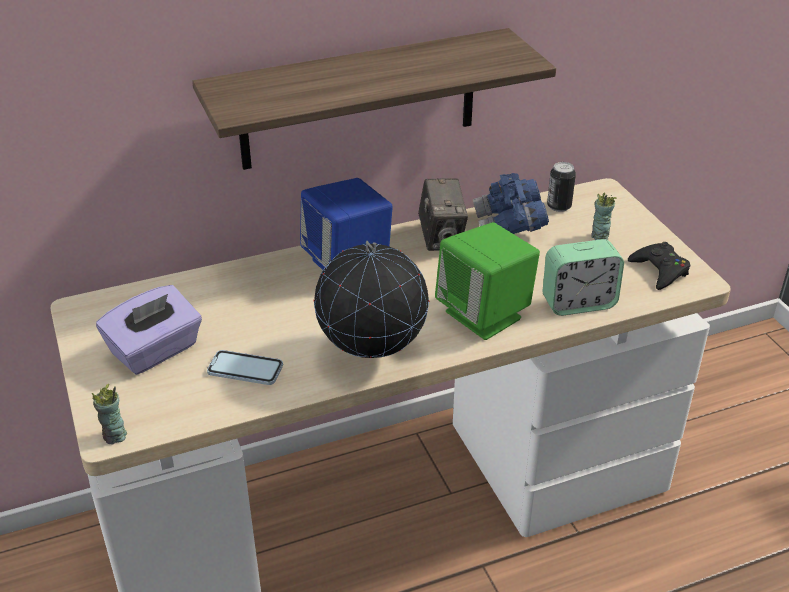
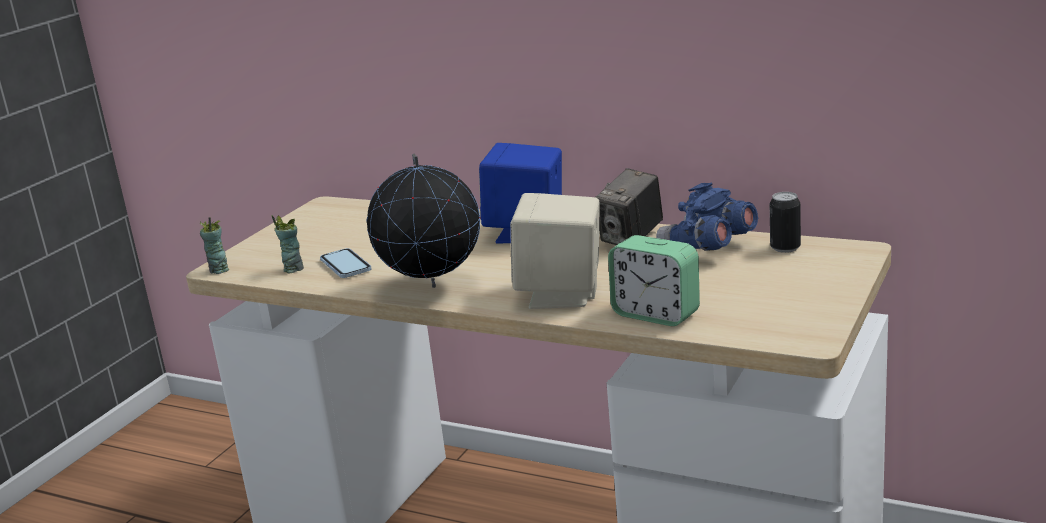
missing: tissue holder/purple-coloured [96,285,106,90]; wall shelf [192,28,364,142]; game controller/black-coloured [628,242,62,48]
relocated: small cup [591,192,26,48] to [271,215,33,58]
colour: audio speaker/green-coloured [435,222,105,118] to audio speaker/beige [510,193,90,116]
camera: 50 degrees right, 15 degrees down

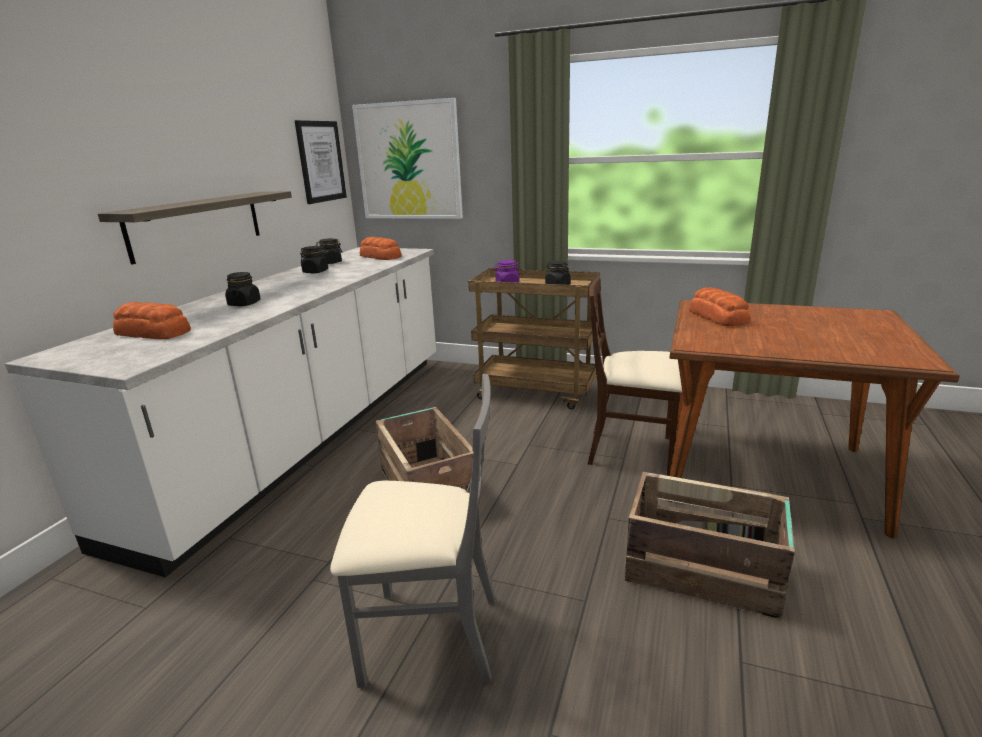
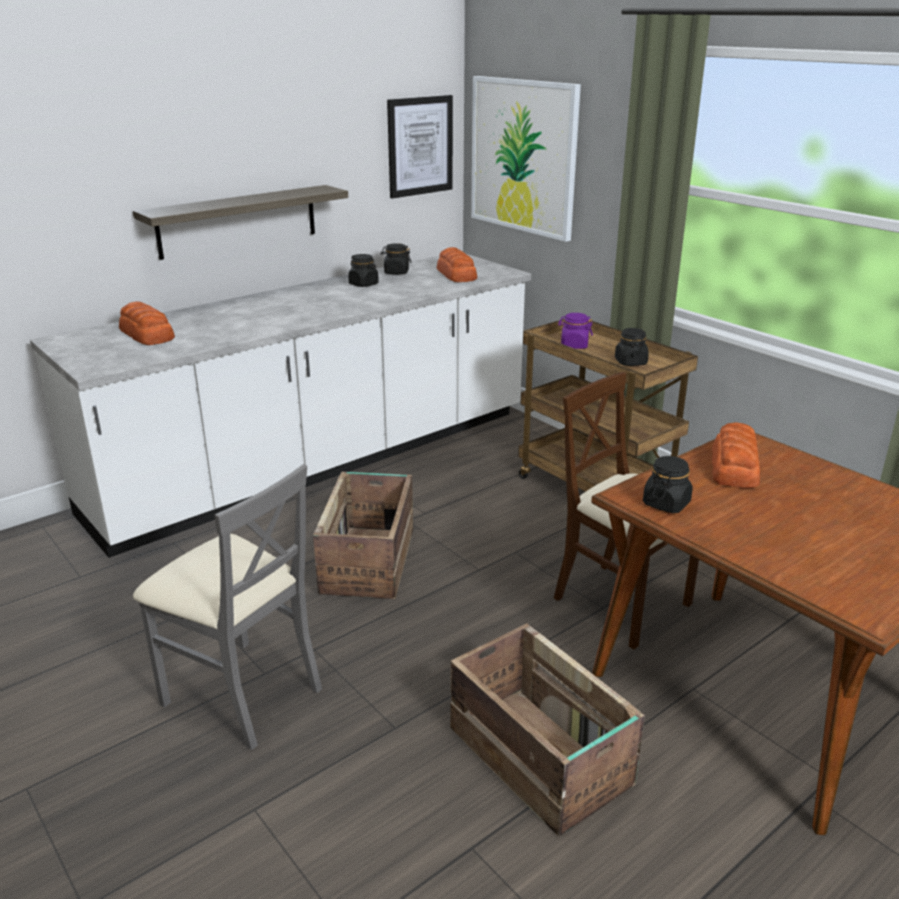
relocated: jar/black-coloured [225,272,36,34] to [643,456,50,57]
camera: 30 degrees right, 5 degrees up

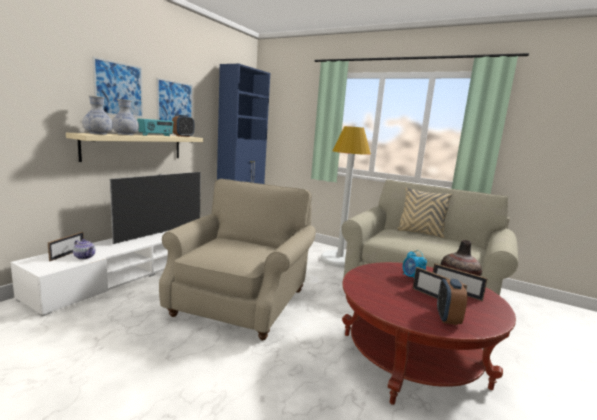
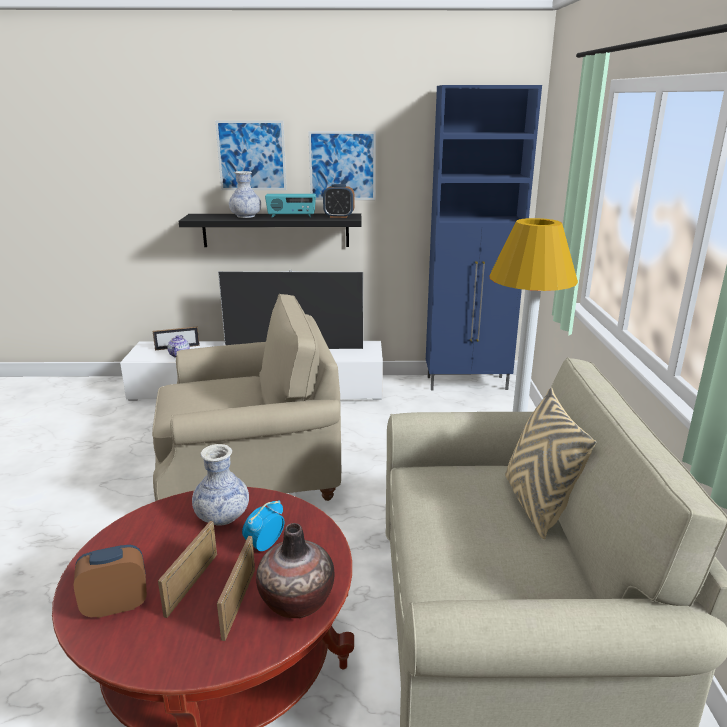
relocated: flower vase [82,96,31,39] to [192,444,57,82]
colour: wall shelf/beige [66,133,137,29] to wall shelf/black-coloured [179,213,183,34]
camera: 60 degrees right, 10 degrees up

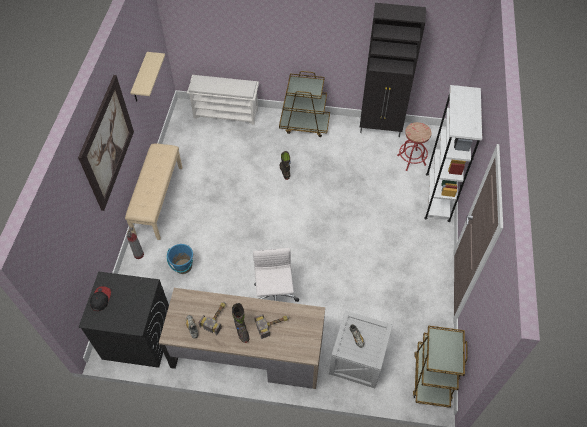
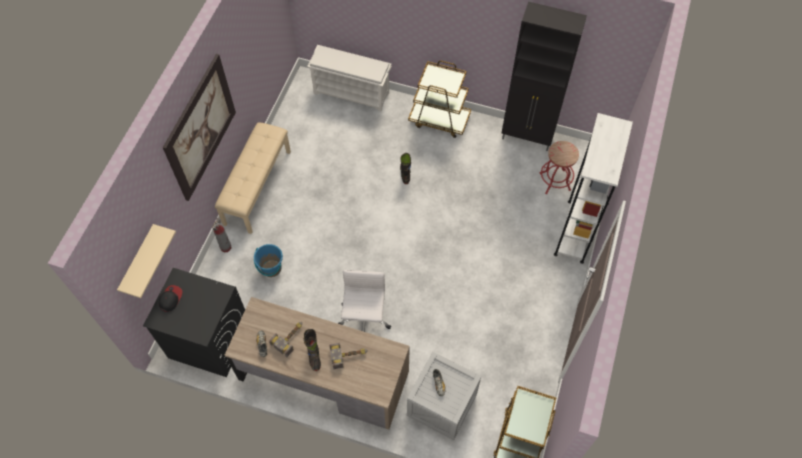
relocated: wall shelf/beige [130,52,35,49] to [117,224,59,74]
camera: 10 degrees right, 5 degrees up

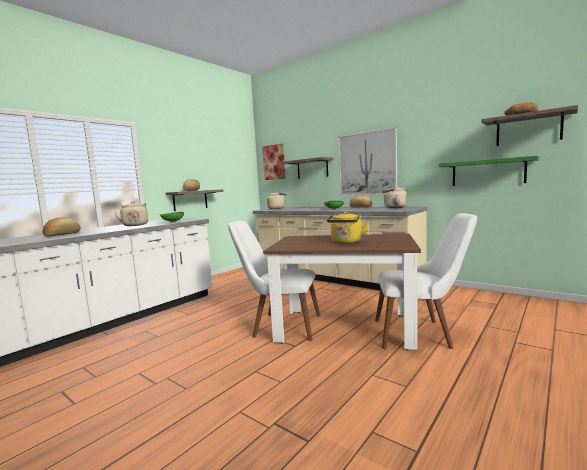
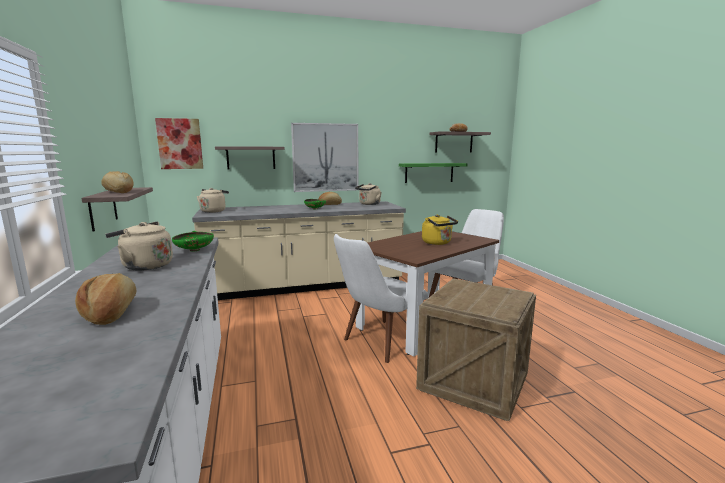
appeared: packing crate [416,278,120,143]
camera: 55 degrees left, 5 degrees up

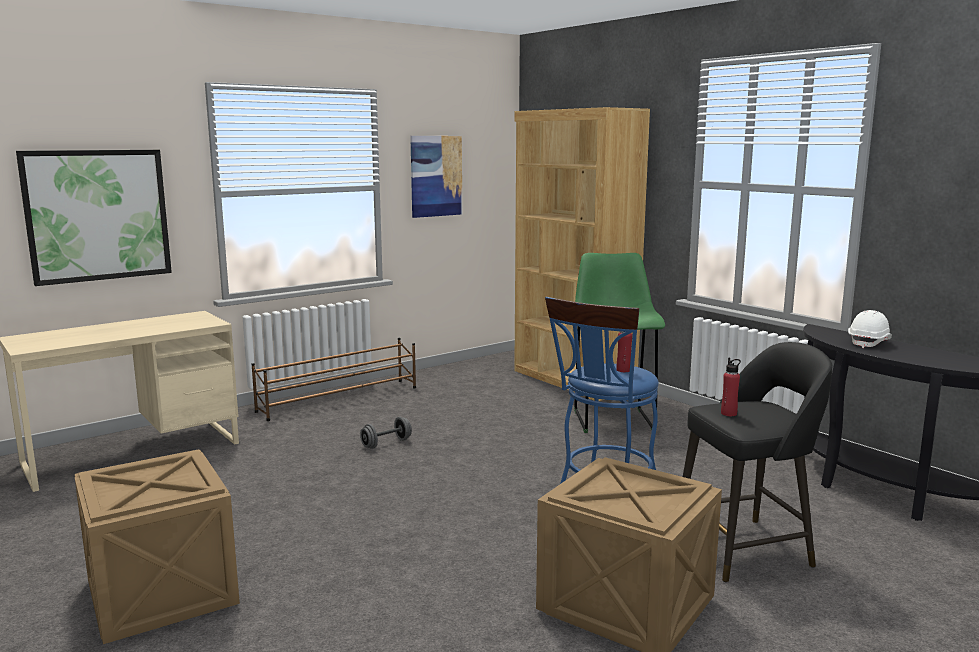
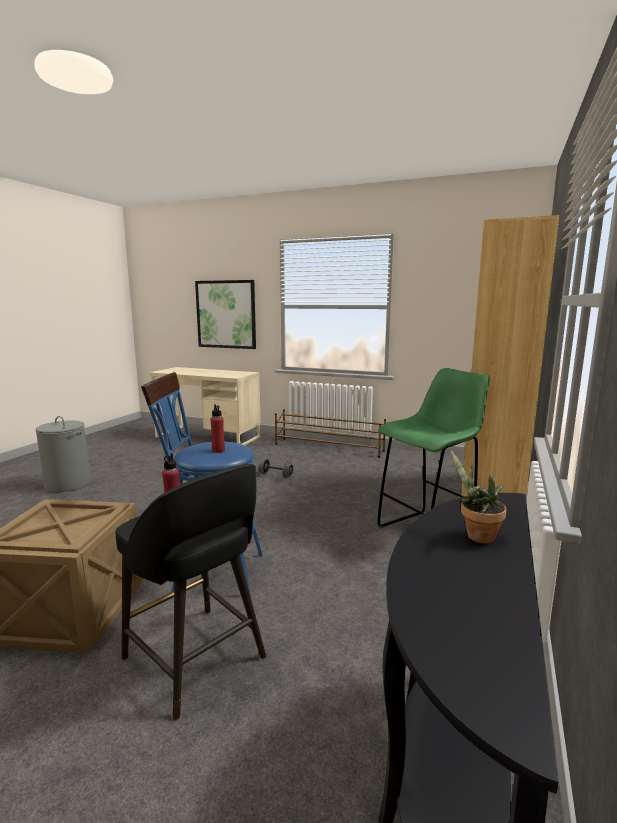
missing: wall picture [410,136,52,82]
exchanged: packing crate [75,450,165,194] to laundry basket/gray [35,416,55,76]; hard hat/whitish [848,310,44,38] to potted plant [451,451,56,93]
camera: 60 degrees right, 0 degrees up

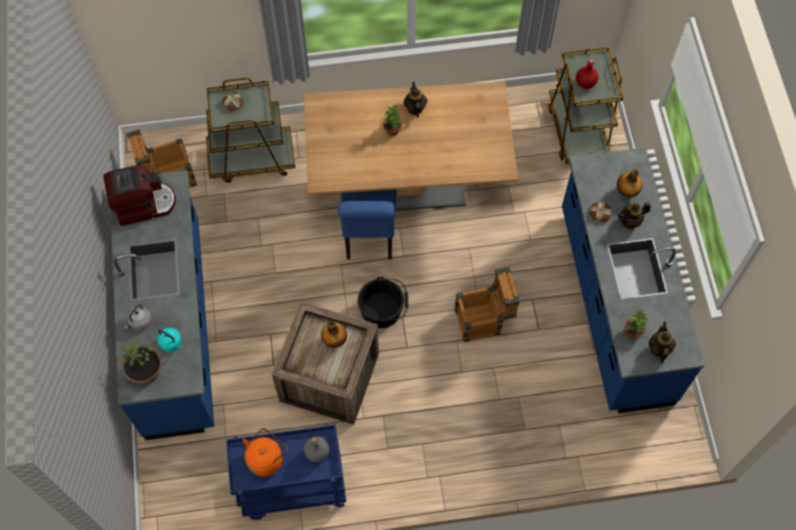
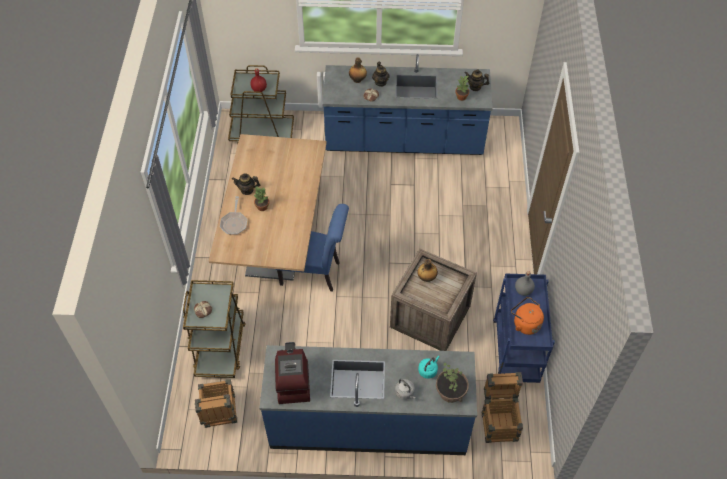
missing: water bucket/black-coloured [358,277,51,51]
appeared: pan [220,196,27,39]
relocated: packing crate [455,266,65,76] to [482,372,41,71]
camera: 80 degrees left, 10 degrees down

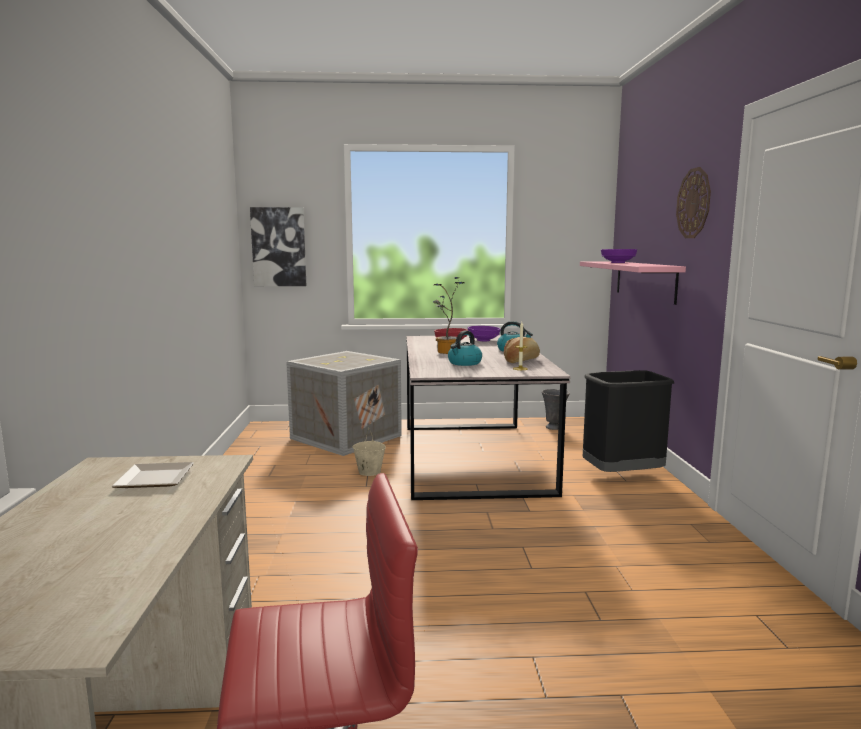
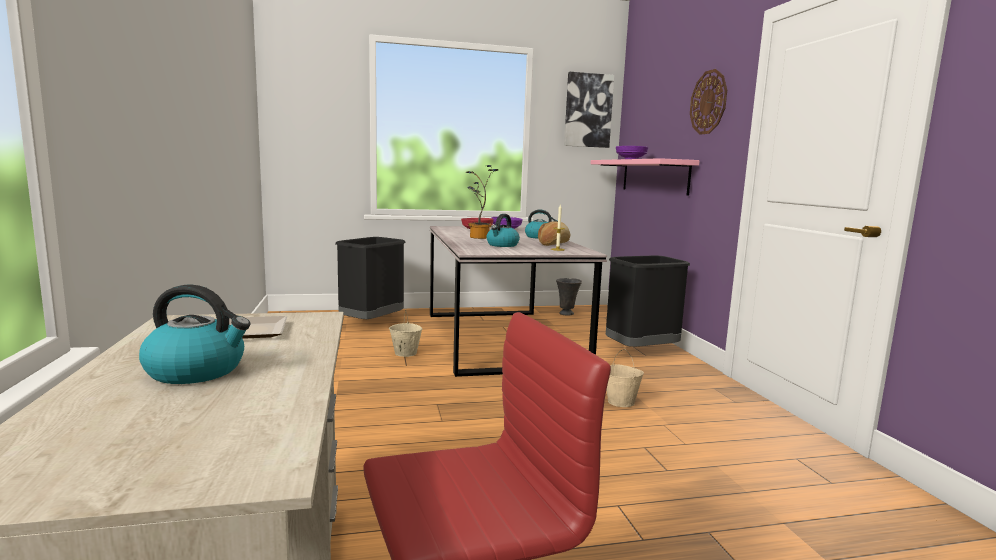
appeared: tea kettle [139,285,112,99]; water bucket/beige [607,349,37,58]
relocated: wall picture [250,207,56,79] to [564,72,50,76]
exchanged: packing crate [286,351,116,105] to waste bin/black-coloured [336,237,70,82]
camera: 10 degrees left, 0 degrees up

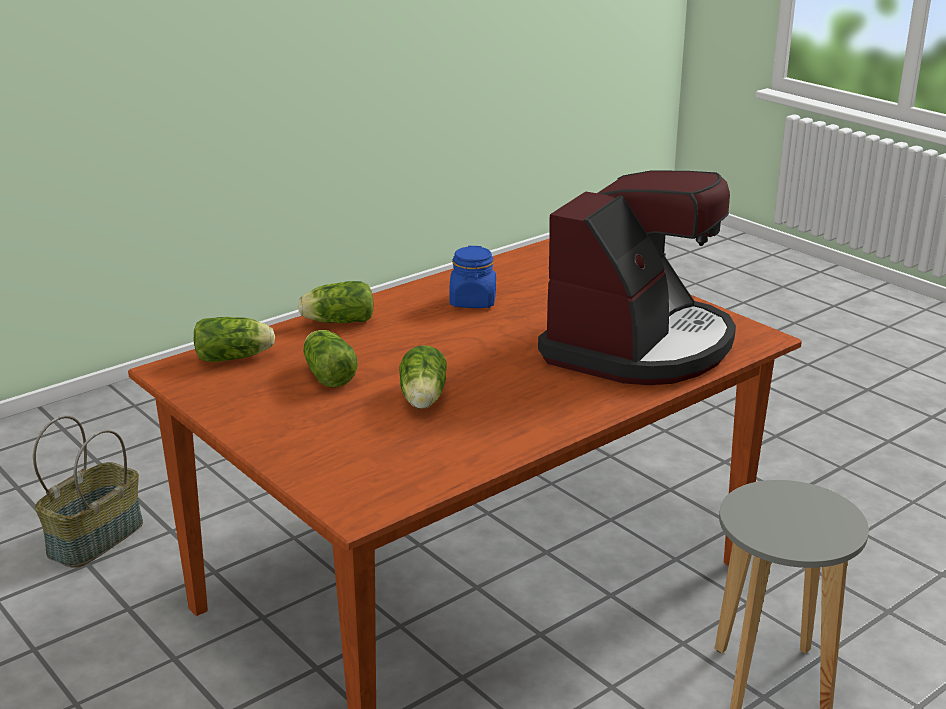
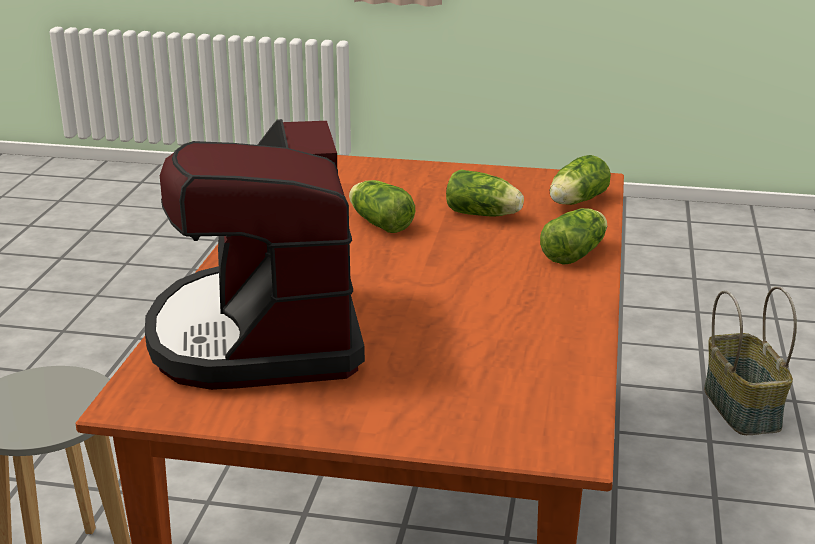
missing: jar/blue-coloured [449,246,47,62]
camera: 140 degrees right, 0 degrees up

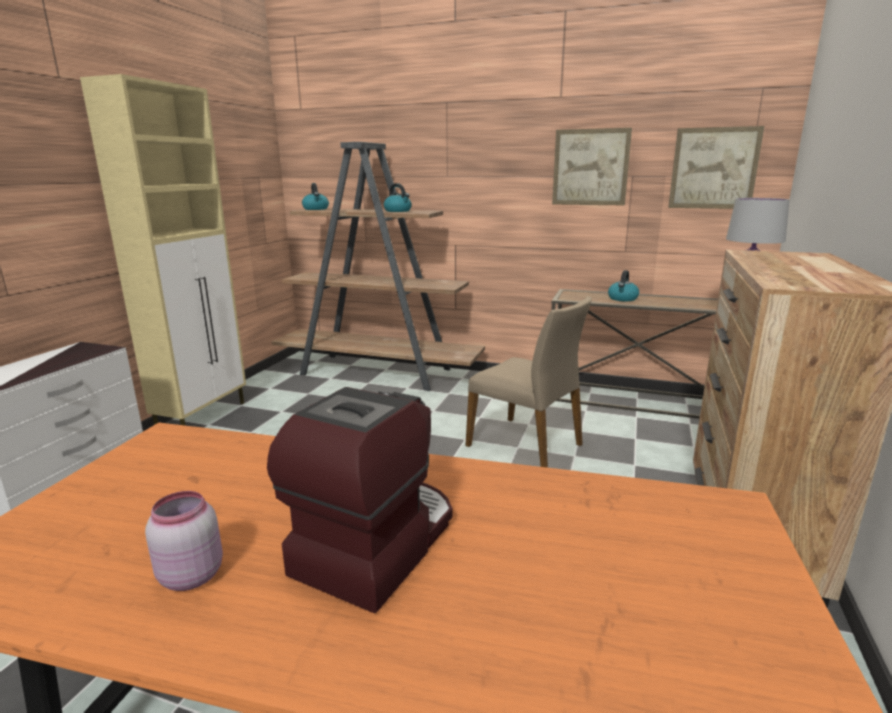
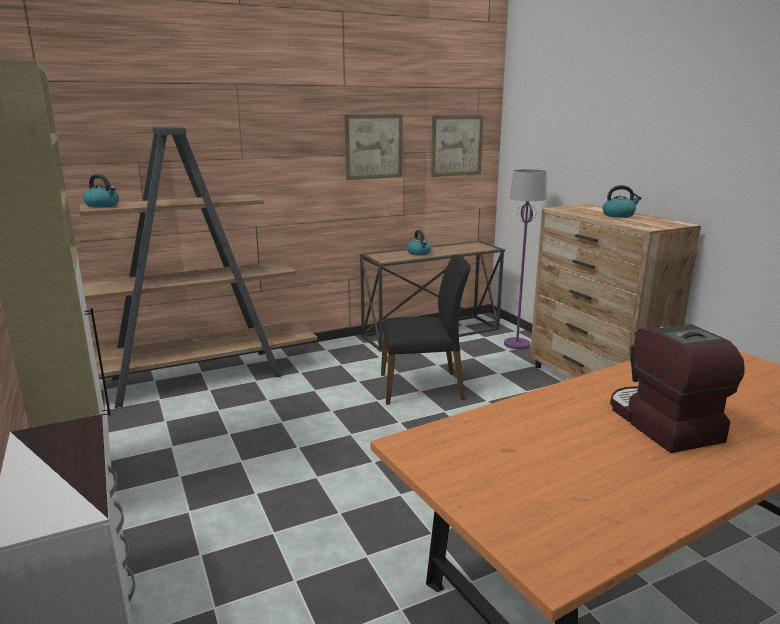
missing: jar/pink [145,491,78,100]
relocated: tea kettle [384,183,28,29] to [603,185,39,33]
colour: chair/beige [465,296,127,172] to chair/black-coloured [381,254,90,151]
camera: 45 degrees left, 0 degrees up

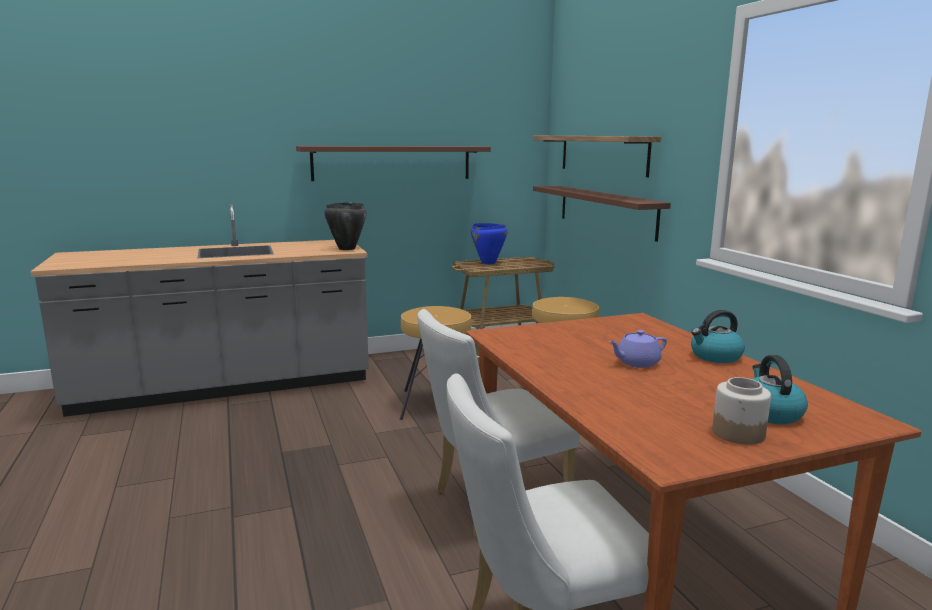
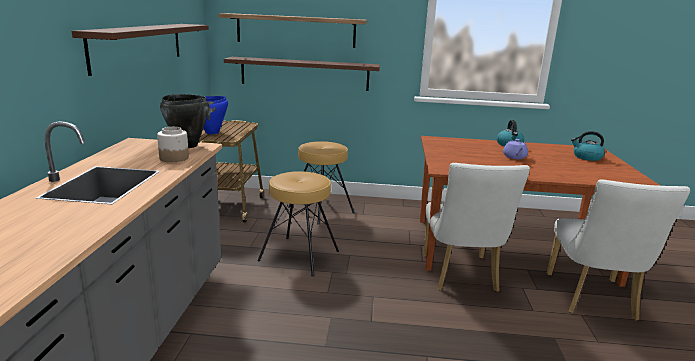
relocated: jar [712,377,59,68] to [157,127,32,35]
camera: 65 degrees left, 5 degrees up

